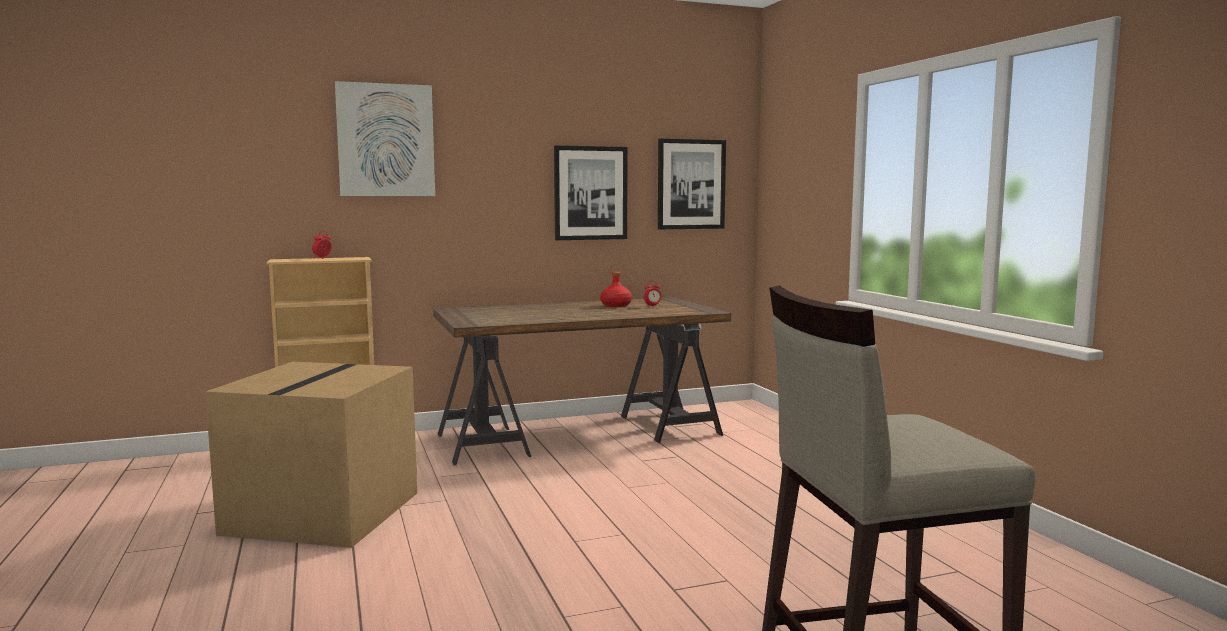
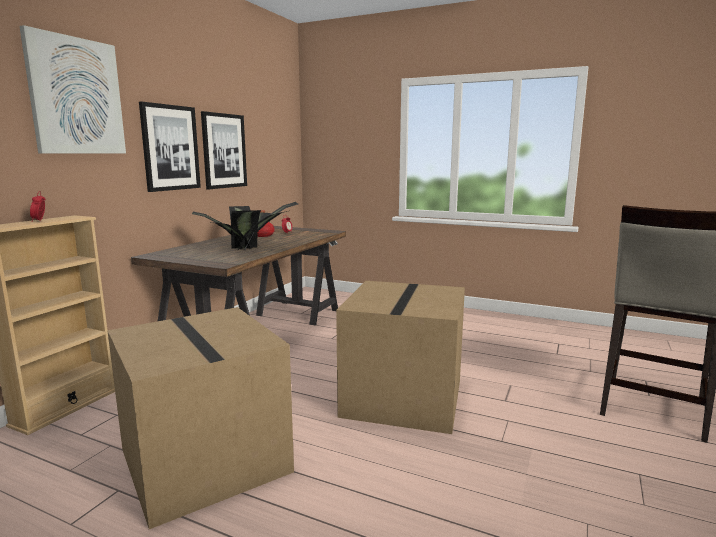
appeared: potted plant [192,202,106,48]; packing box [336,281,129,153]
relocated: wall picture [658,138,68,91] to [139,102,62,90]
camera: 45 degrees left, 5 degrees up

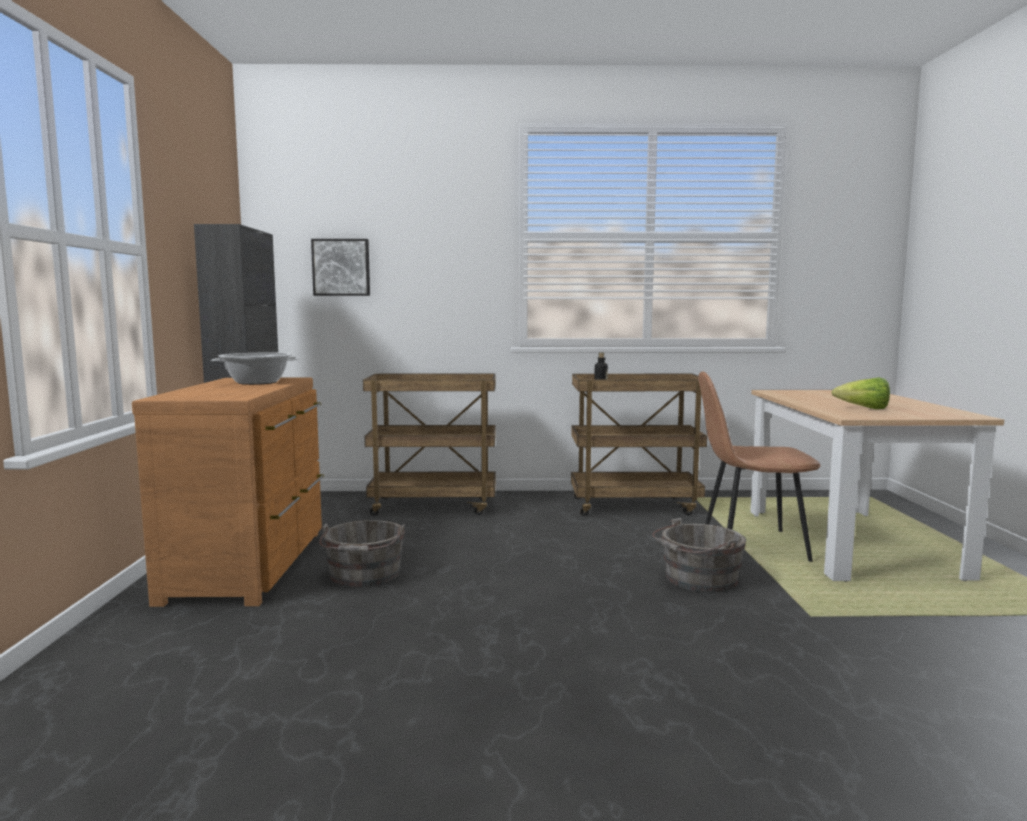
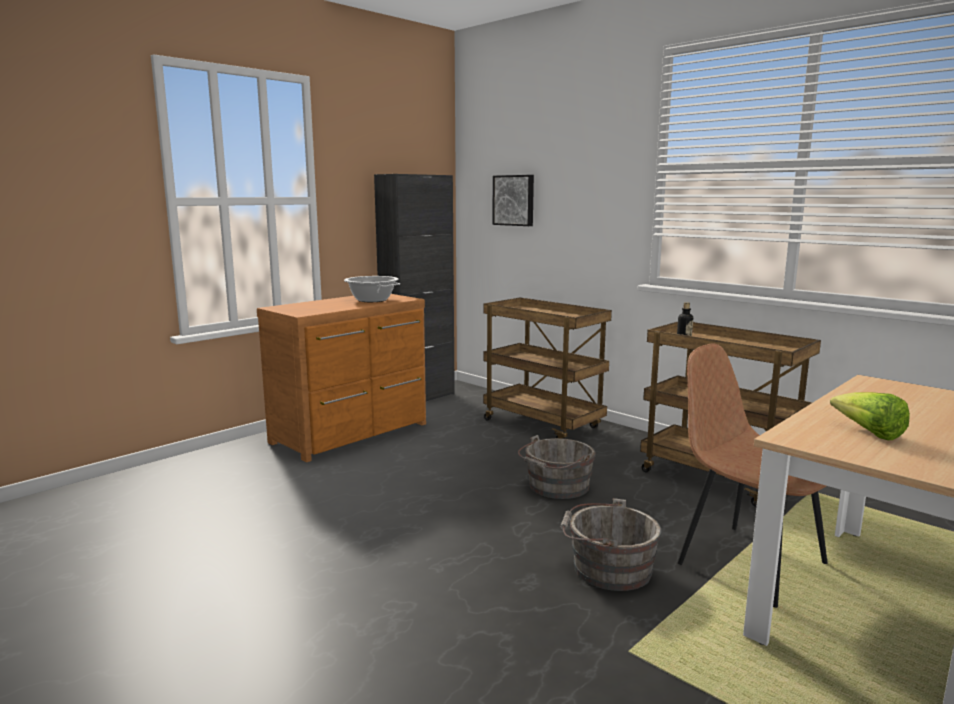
relocated: water bucket/gray [319,520,86,67] to [518,435,78,64]
camera: 45 degrees right, 5 degrees up

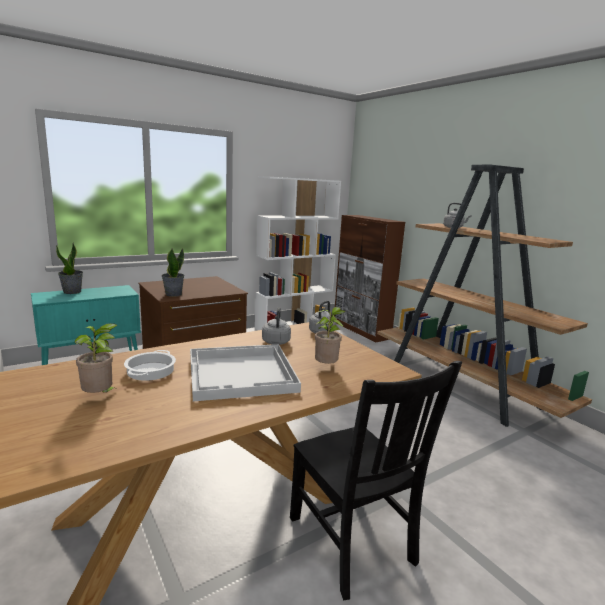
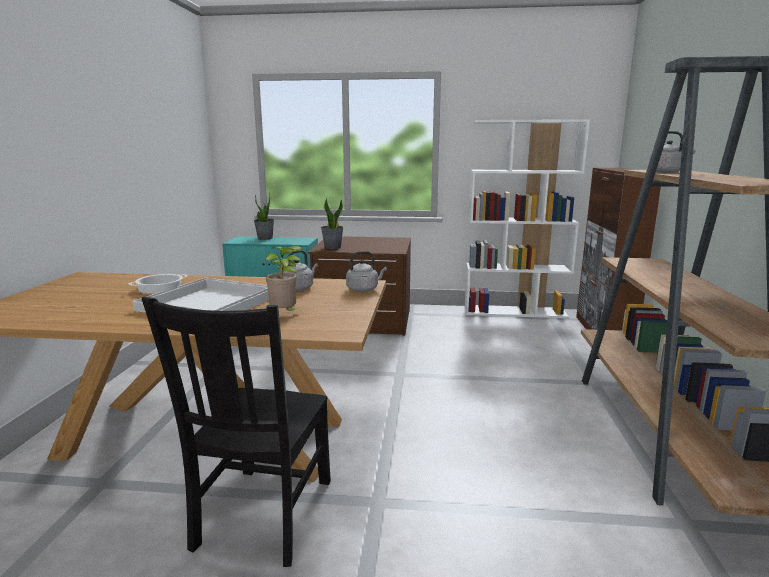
missing: potted plant [74,323,44,70]
camera: 40 degrees right, 0 degrees up

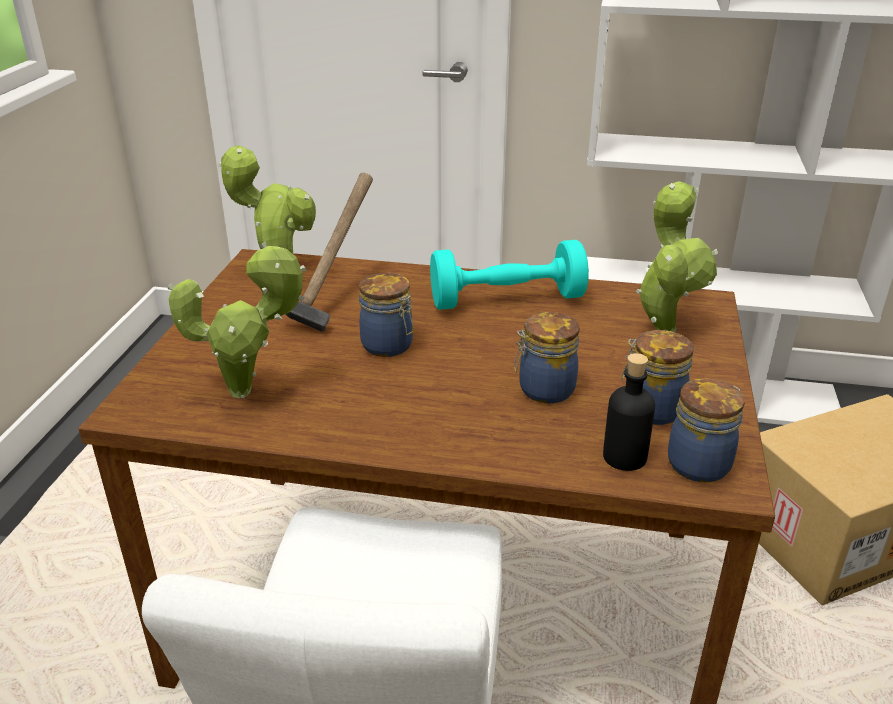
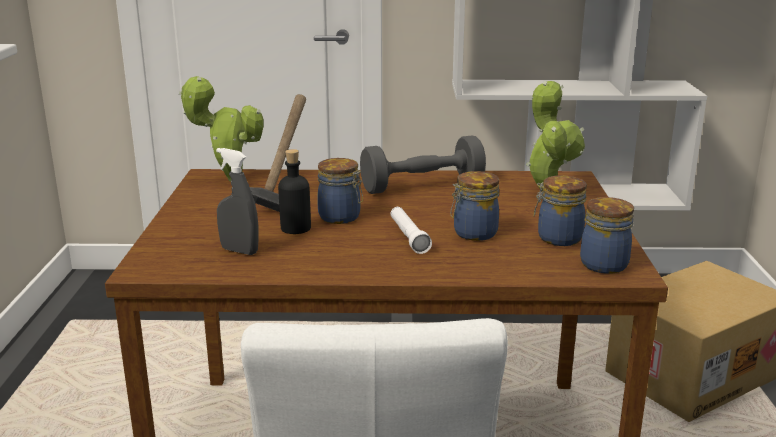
appeared: flashlight/whitish [390,207,42,47]
relocated: drink bottle/black-coloured [603,353,52,118] to [278,149,33,85]
exchanged: potted plant [168,241,139,158] to hand sprayer/gray [216,148,43,107]
colour: hand weight/turquoise [430,240,159,70] to hand weight/gray [360,136,126,58]
camera: 10 degrees left, 10 degrees down

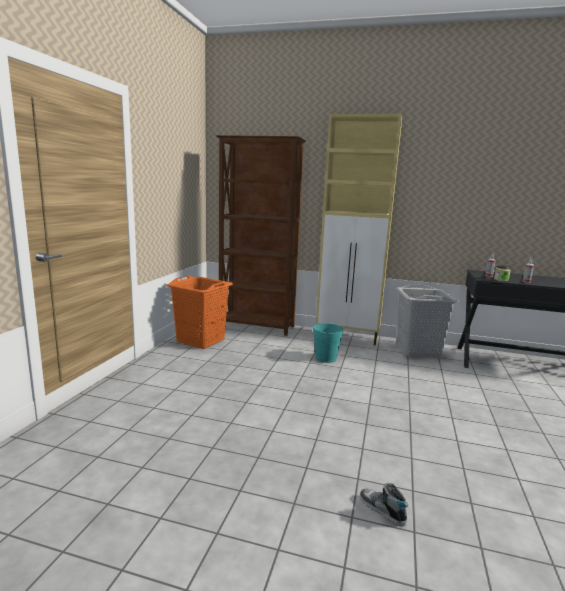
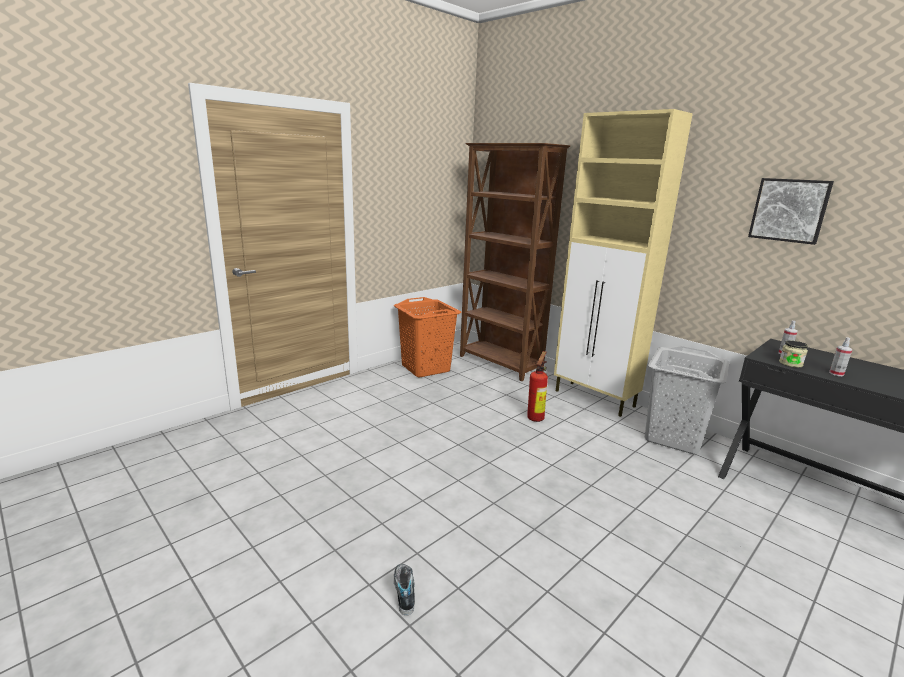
appeared: wall picture [748,178,86,67]
exchanged: water bucket/turquoise [313,323,31,40] to fire-fighting cylinder [527,351,21,71]
camera: 30 degrees right, 5 degrees up

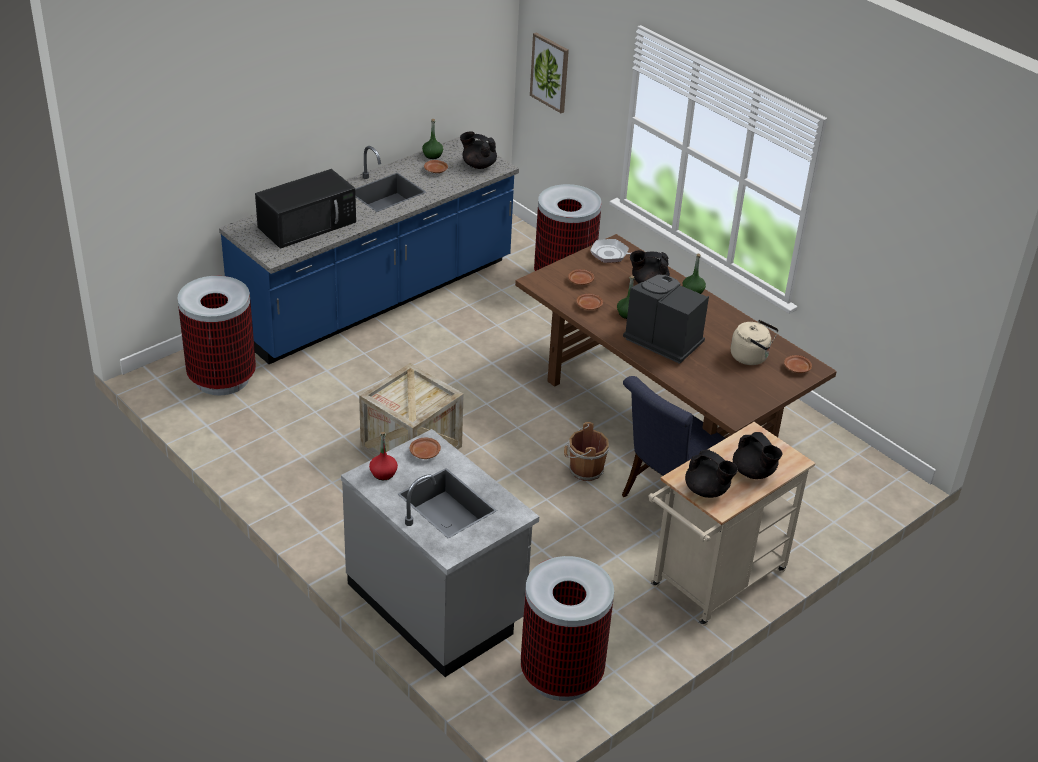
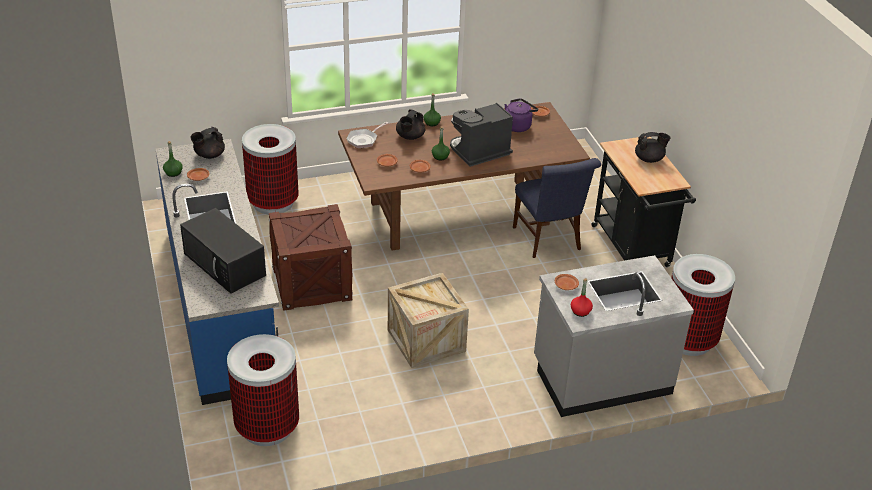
missing: wall picture [530,33,39,80]; water bucket/brownish [564,422,45,59]; tea pot/black-coloured [685,449,53,49]
appeared: packing crate [269,204,84,107]
colour: tea kettle/beige [731,320,48,45] to tea kettle/purple-coloured [505,98,33,34]; trolley/beige [648,422,167,204] to trolley/black-coloured [591,136,105,131]
spun: kitchen microwave/black-coloured [255,169,101,80] = [180,208,86,86] 150 degrees clockwise
camera: 65 degrees left, 0 degrees up

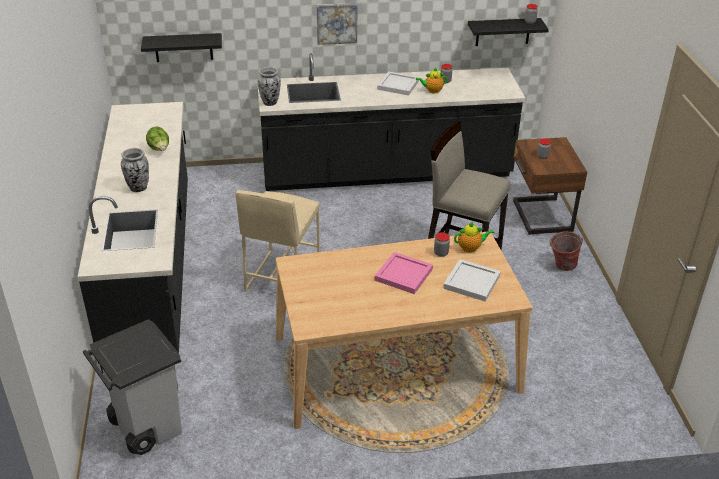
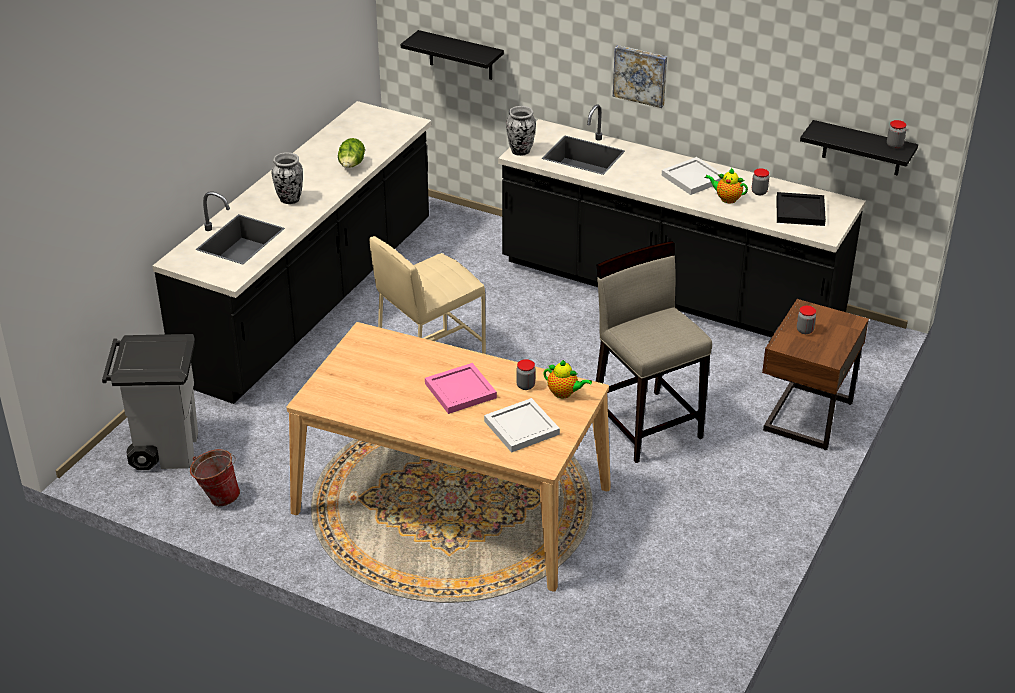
appeared: tray/black-coloured [776,192,50,34]
relocated: water bucket [549,231,34,40] to [190,449,50,57]
camera: 35 degrees right, 0 degrees up

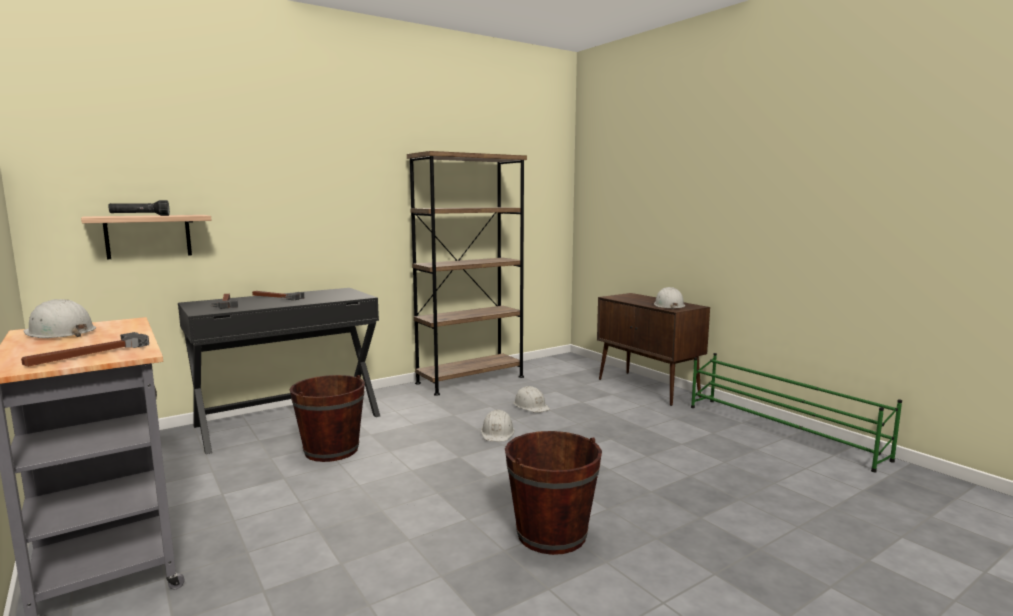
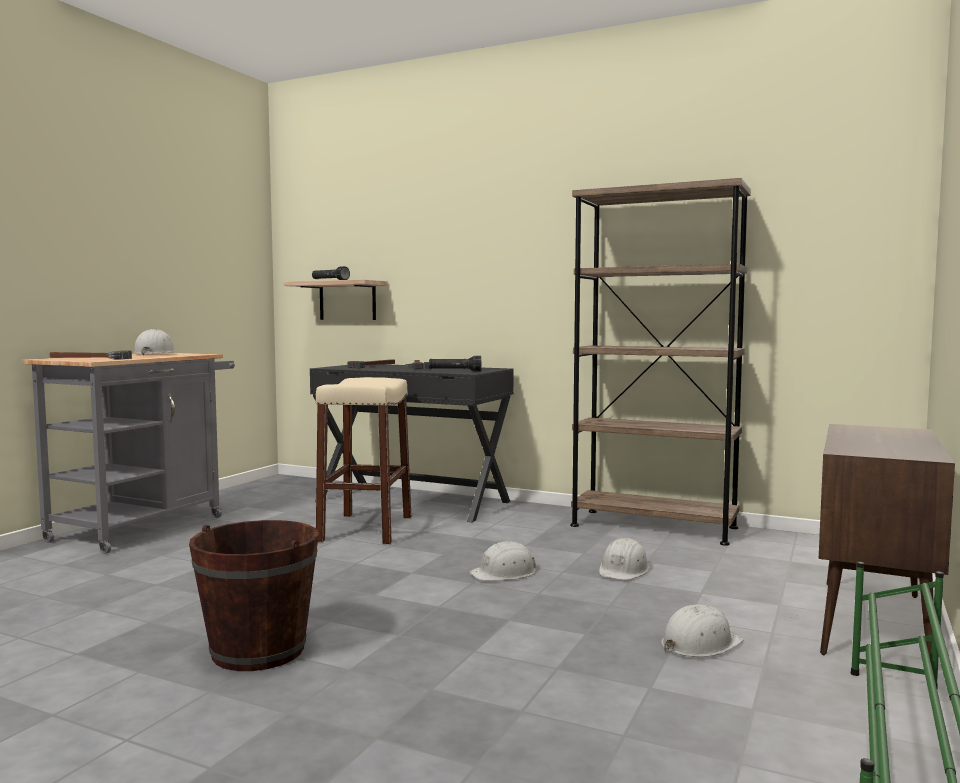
appeared: flashlight/black-coloured [429,356,52,16]
relocated: hard hat/whitish [654,287,31,23] to [661,605,82,52]
exchanged: water bucket/brownish [290,375,75,87] to stool/beige [315,377,96,168]
camera: 60 degrees right, 5 degrees down

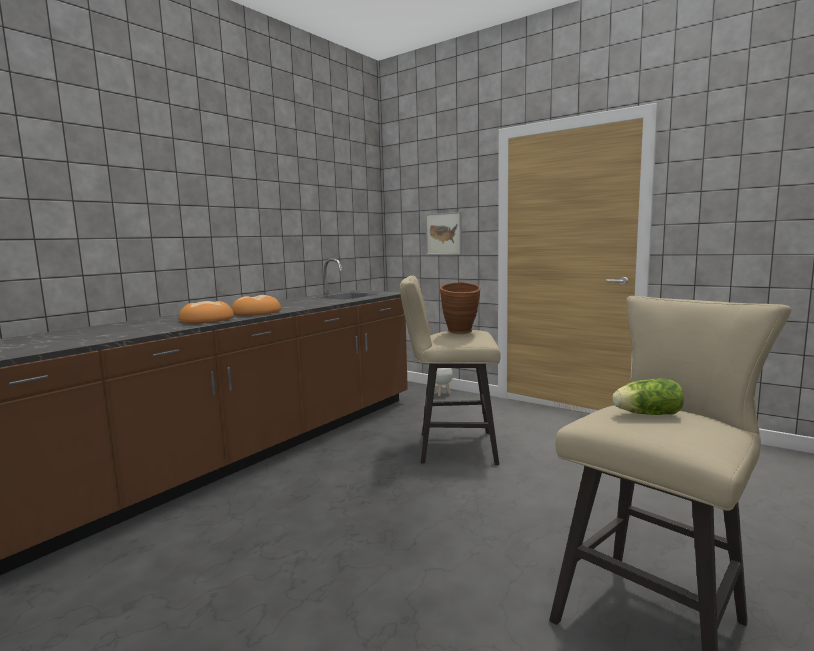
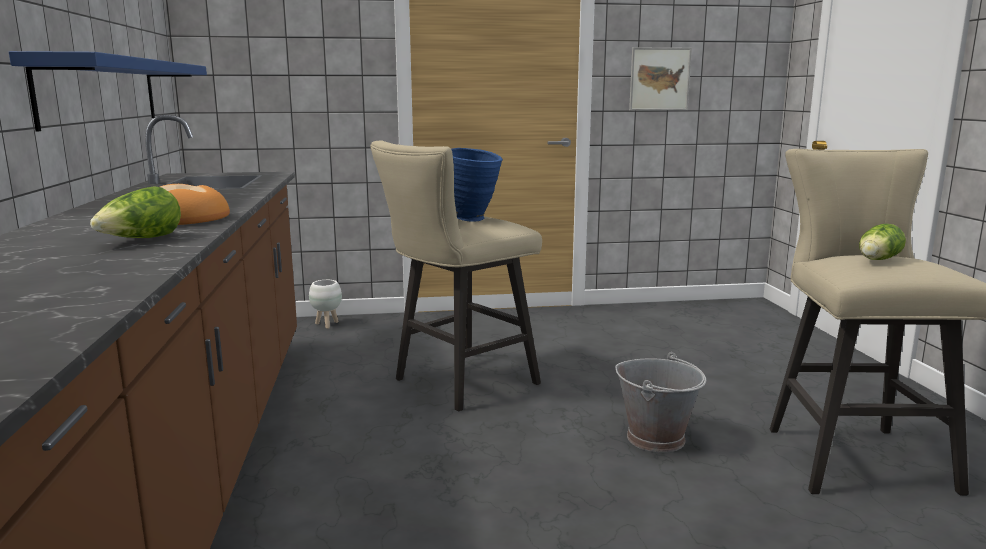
appeared: wall shelf/blue-coloured [9,51,198,81]; water bucket/gray [615,352,91,101]
relocated: wall picture [425,212,37,43] to [629,47,63,63]
exchanged: bakery bread [179,301,55,22] to lettuce head [90,186,91,52]
colour: flower vase/brownish [440,282,41,52] to flower vase/blue-coloured [451,148,52,74]
camera: 45 degrees left, 5 degrees up

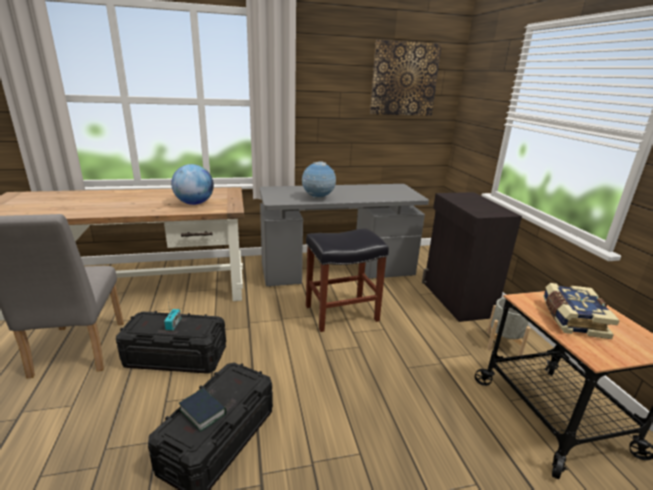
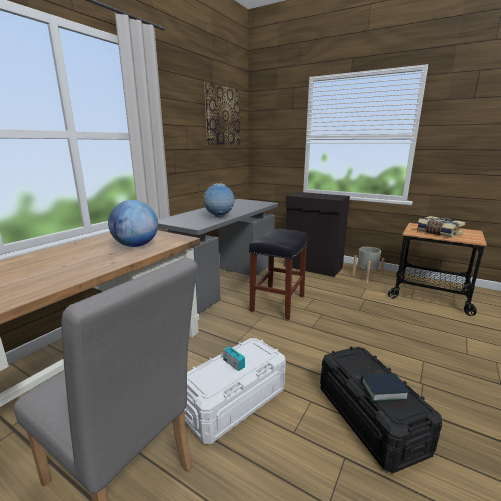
colour: storage bin/black-coloured [116,311,110,63] to storage bin/whitish [184,338,102,106]
camera: 45 degrees left, 5 degrees down

